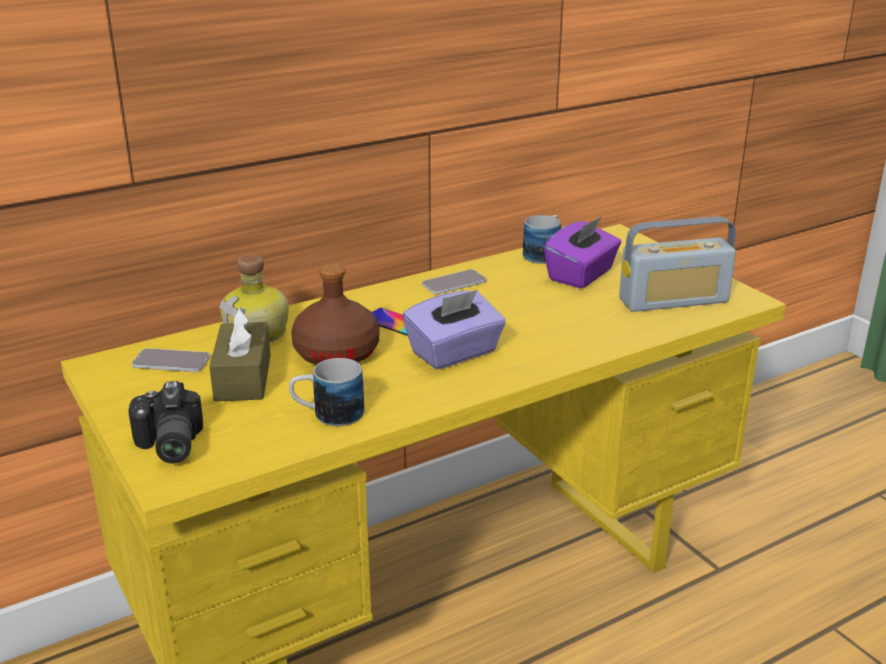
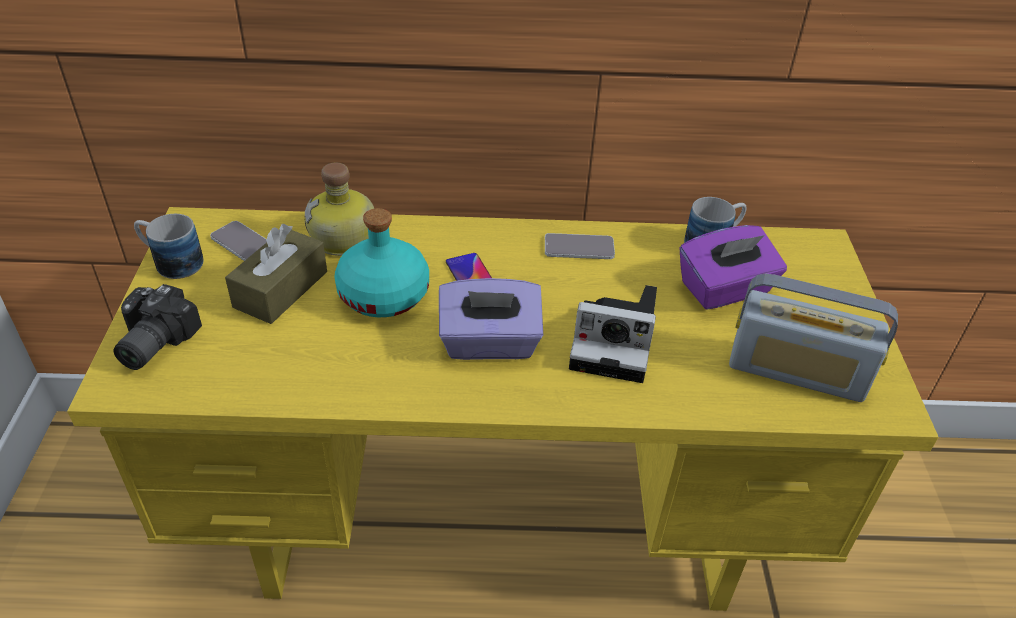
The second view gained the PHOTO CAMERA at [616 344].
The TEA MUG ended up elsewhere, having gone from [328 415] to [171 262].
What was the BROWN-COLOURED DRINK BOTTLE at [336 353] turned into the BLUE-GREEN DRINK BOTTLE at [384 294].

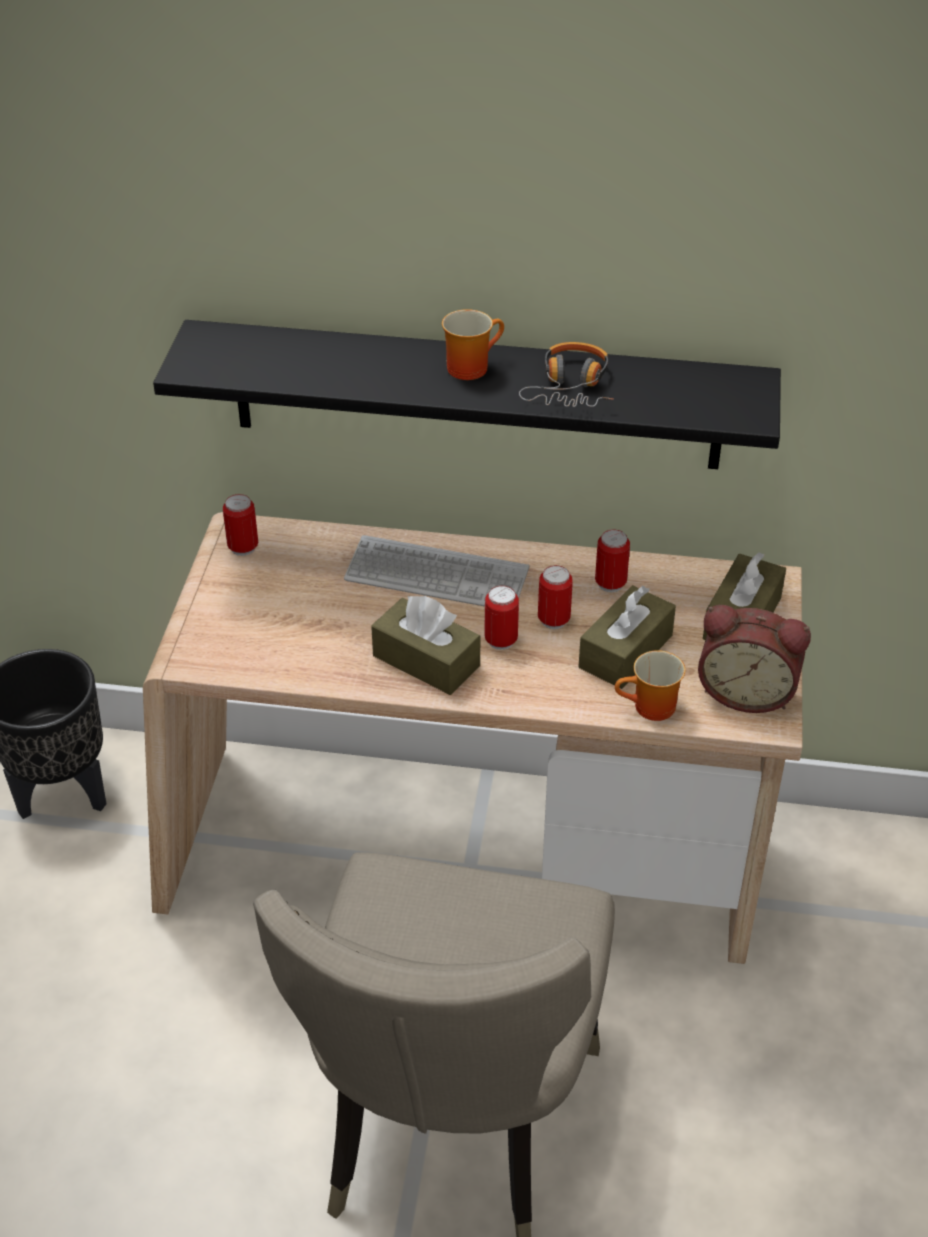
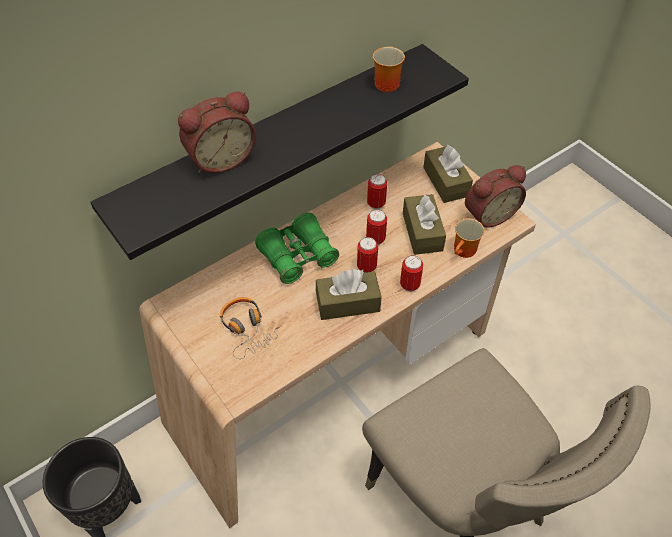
The second view gained the TABLE CLOCK at [220 158].
The METAL CAN ended up elsewhere, having gone from [243 548] to [409 285].
The TEA MUG ended up elsewhere, having gone from [469 366] to [385 82].
The HEADSET ended up elsewhere, having gone from [571 387] to [248 329].
Where the PC KEYBOARD stood at [436 576], the GREEN BINOCULARS came to stand at [298 256].

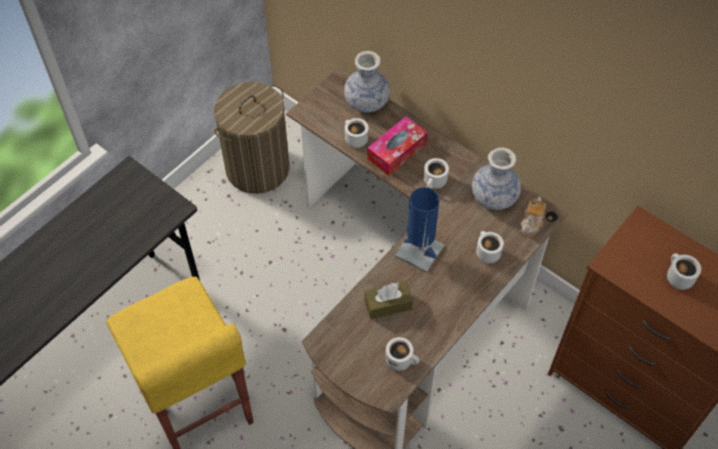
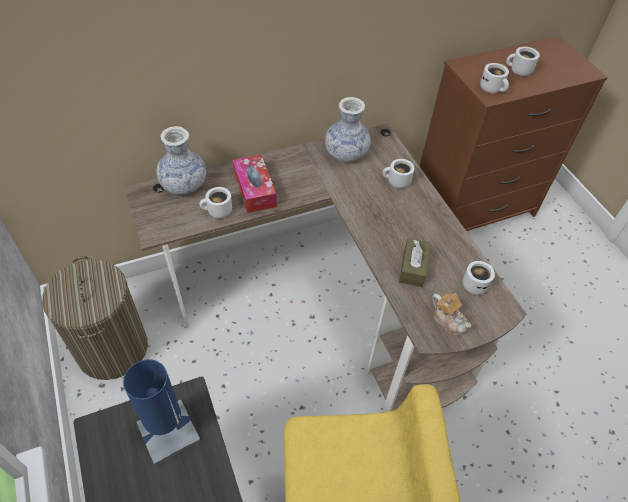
The BLUE TABLETOP LAMP ended up elsewhere, having gone from [419 251] to [168 431].
The WHITE TEA MUG ended up elsewhere, having gone from [435 183] to [493 89].
The TEAPOT ended up elsewhere, having gone from [531 223] to [448 320].

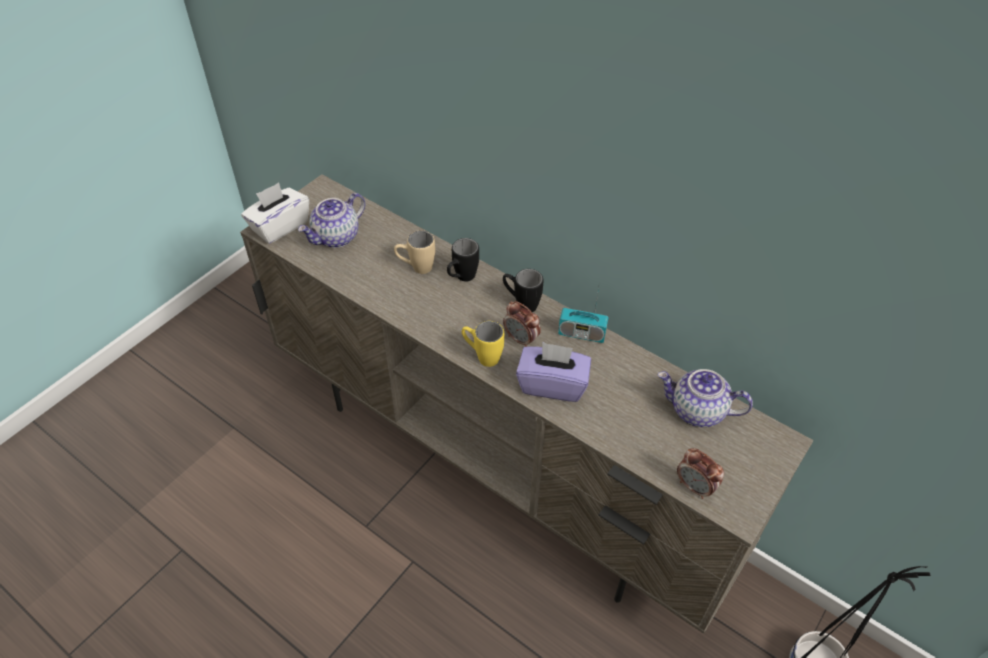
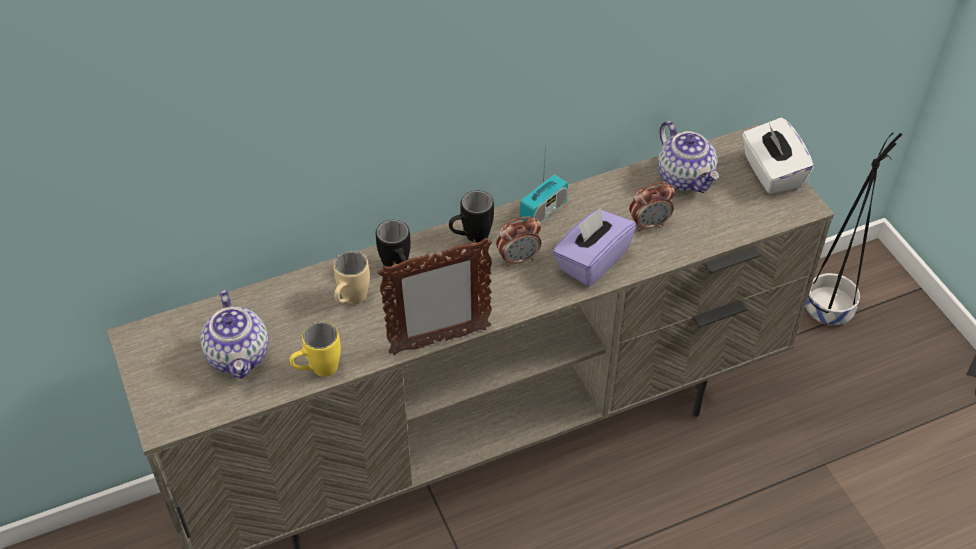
The second view gained the STANDING FRAME at [439 341].
The WHITE TISSUE BOX ended up elsewhere, having gone from [279 226] to [771 172].
The YELLOW-COLOURED TEA MUG ended up elsewhere, having gone from [482 356] to [317 371].
The TABLE CLOCK ended up elsewhere, having gone from [695 487] to [649 224].
The TEAPOT at [697 411] ended up facing another way, 75 degrees counterclockwise from before.

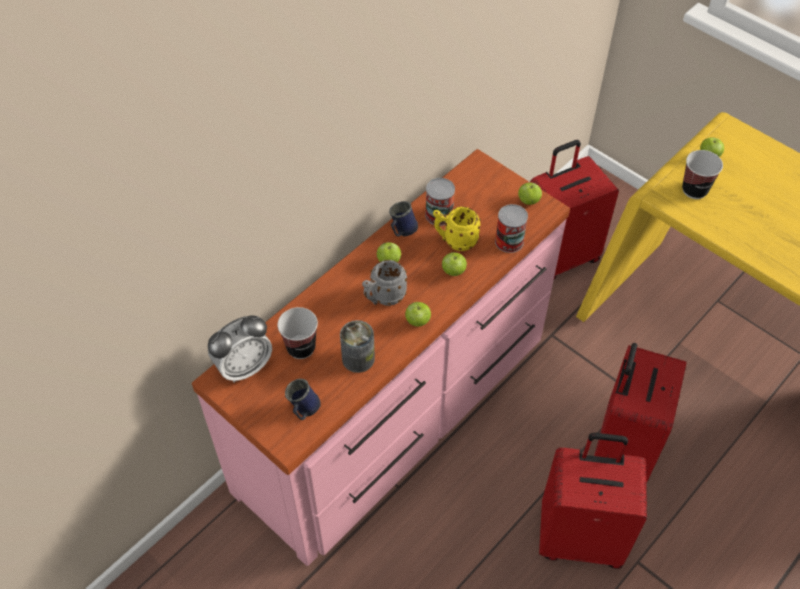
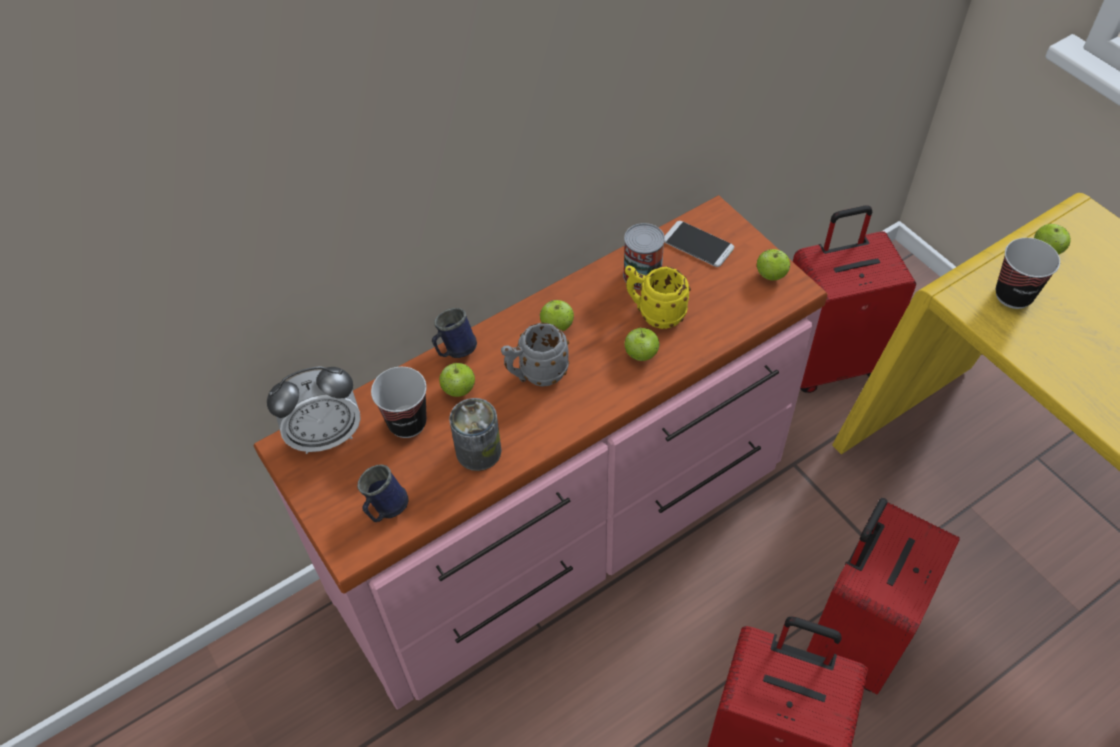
The second view lost the METAL CAN at [509 241].
The second view gained the PHONE at [698 244].
The BLUE TEA MUG ended up elsewhere, having gone from [401 232] to [454 350].
The APPLE FRUIT ended up elsewhere, having gone from [417 321] to [459 390].

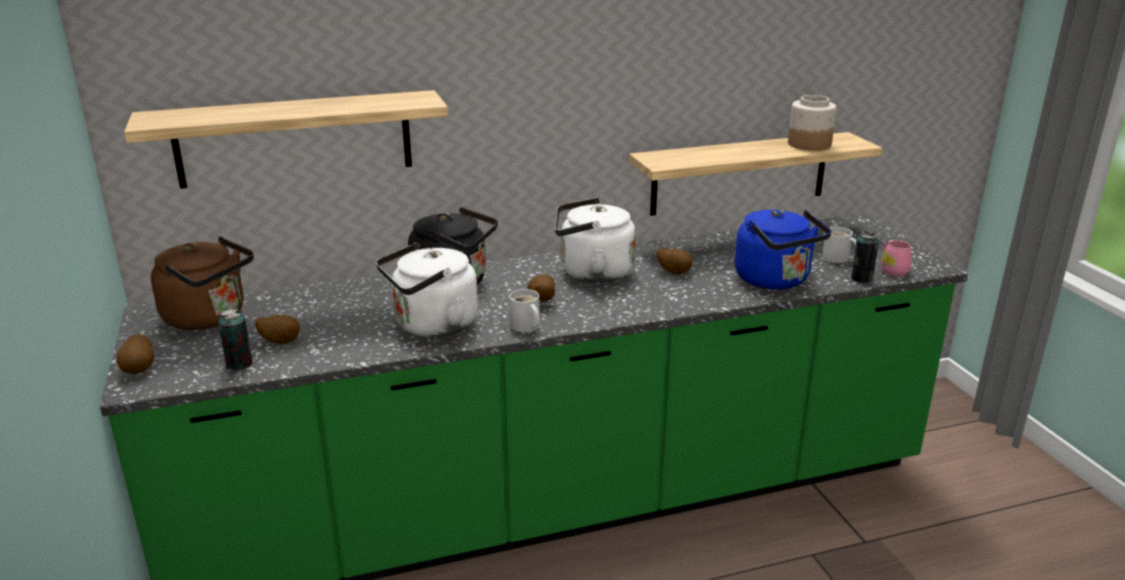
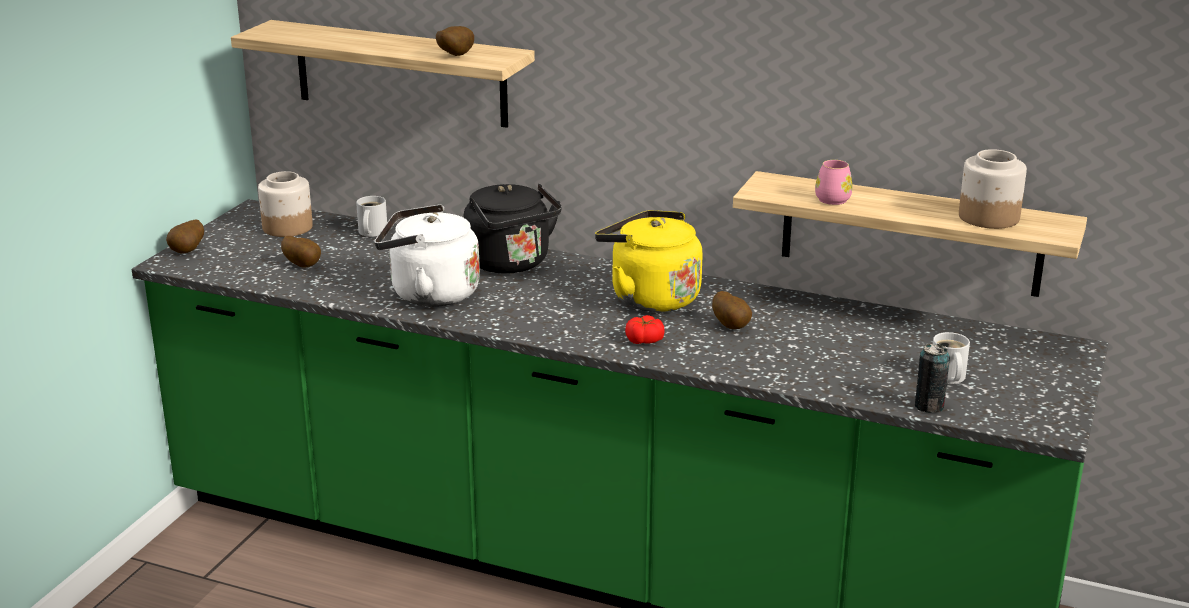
The second view lost the METAL CAN at [239 364].
The second view lost the BLUE WATER KETTLE at [775 280].
The second view gained the TOMATO at [644 340].
The WHITE TEA MUG ended up elsewhere, having gone from [525 327] to [371 232].
The WHOLE POTATO ended up elsewhere, having gone from [541 301] to [454 56].
The PINK TEA MUG ended up elsewhere, having gone from [892 270] to [834 198].
Where the BROWN-COLOURED WATER KETTLE stood at [209 318], the JAR came to stand at [287 228].
What was the WHITE WATER KETTLE at [591 272] turned into the YELLOW-COLOURED WATER KETTLE at [650 297].

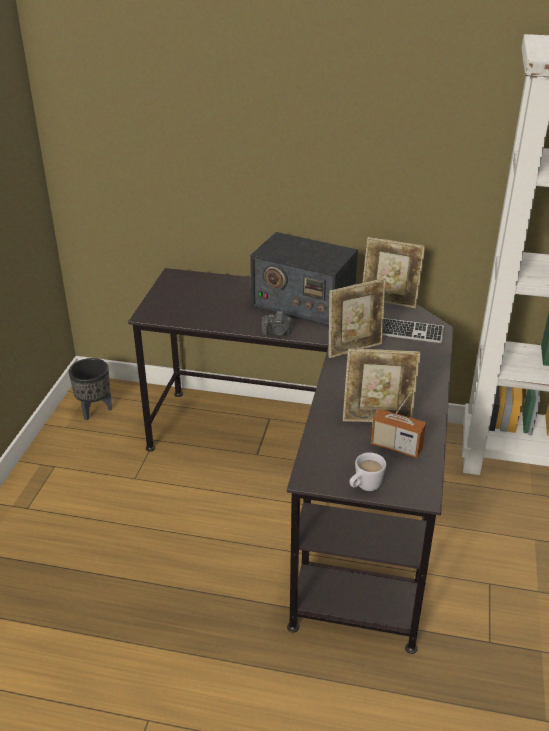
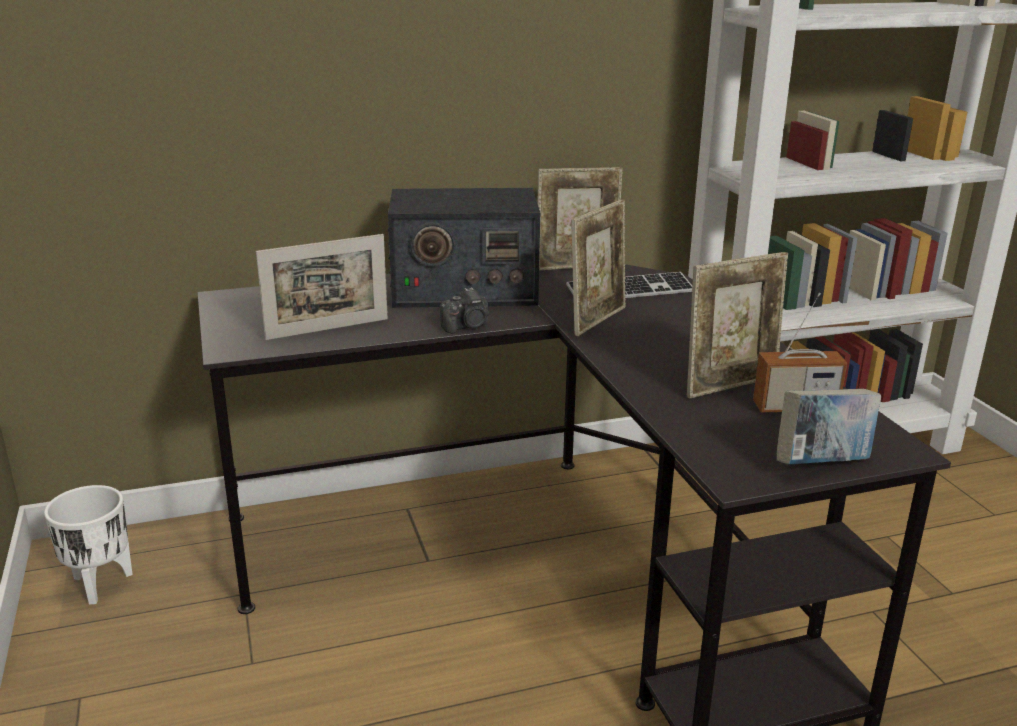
The second view gained the STANDING FRAME at [327 329].
Where the WHITE TEA MUG stood at [364 487], the BOOK came to stand at [822 464].
What was the BLACKISH PLANTER at [94 410] turned into the WHITE PLANTER at [99 584].

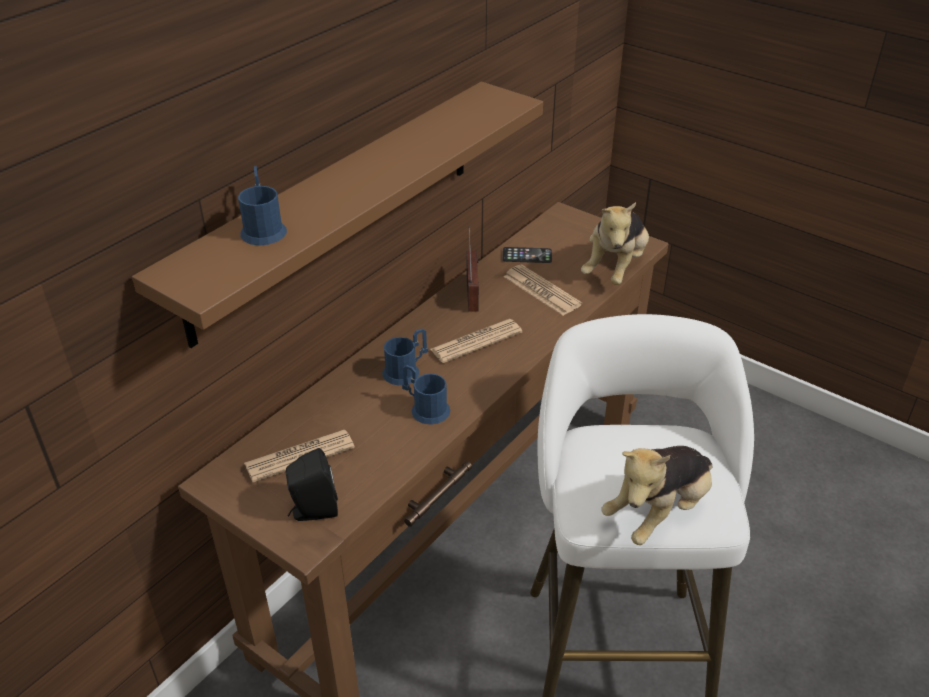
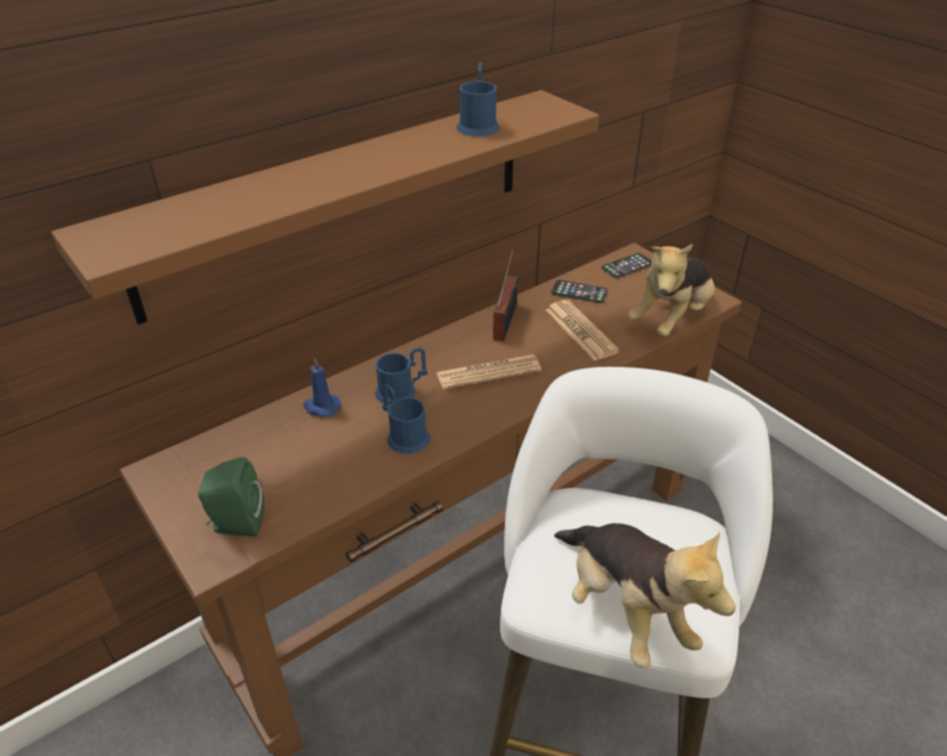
The second view lost the PRINTED PAPER at [299 456].
The second view gained the BLUE WAX CANDLE at [321 407].
The second view gained the PHONE at [627 266].
The BLUE TEA MUG ended up elsewhere, having gone from [263 228] to [478 125].
What was the BLACKISH LOUDSPEAKER at [312 511] turned into the GREEN LOUDSPEAKER at [236 524].
The CUDDLY TOY at [658 511] ended up facing another way, 90 degrees counterclockwise from before.

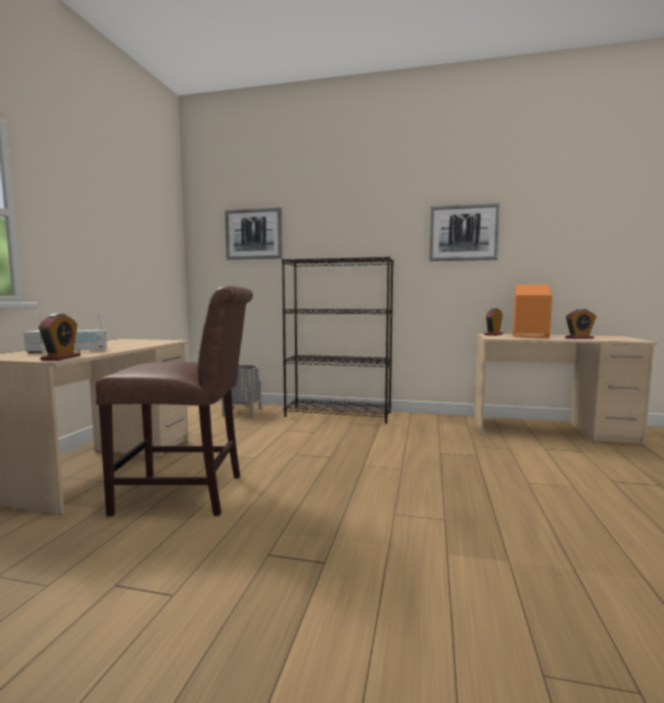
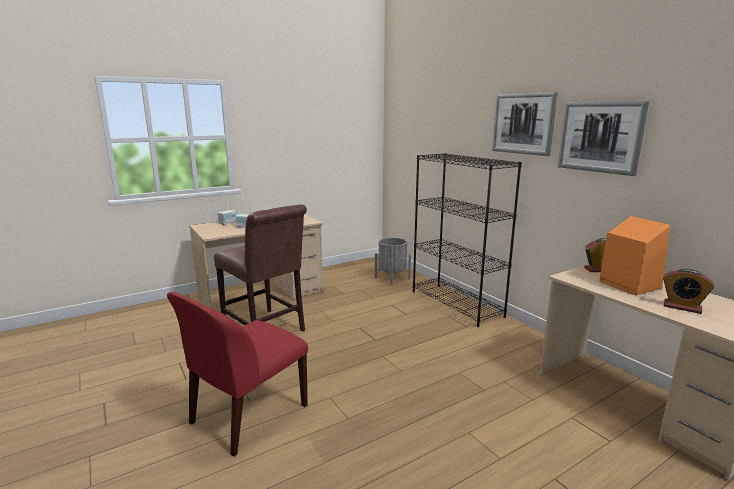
The second view lost the TABLE CLOCK at [61 358].
The second view gained the REDDISH PLAIN CHAIR at [247 415].
The PICTURE ended up elsewhere, having gone from [254 234] to [523 123].

